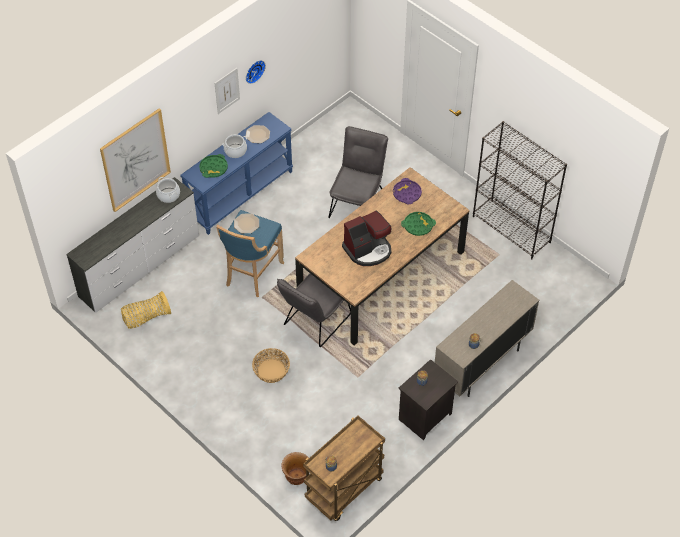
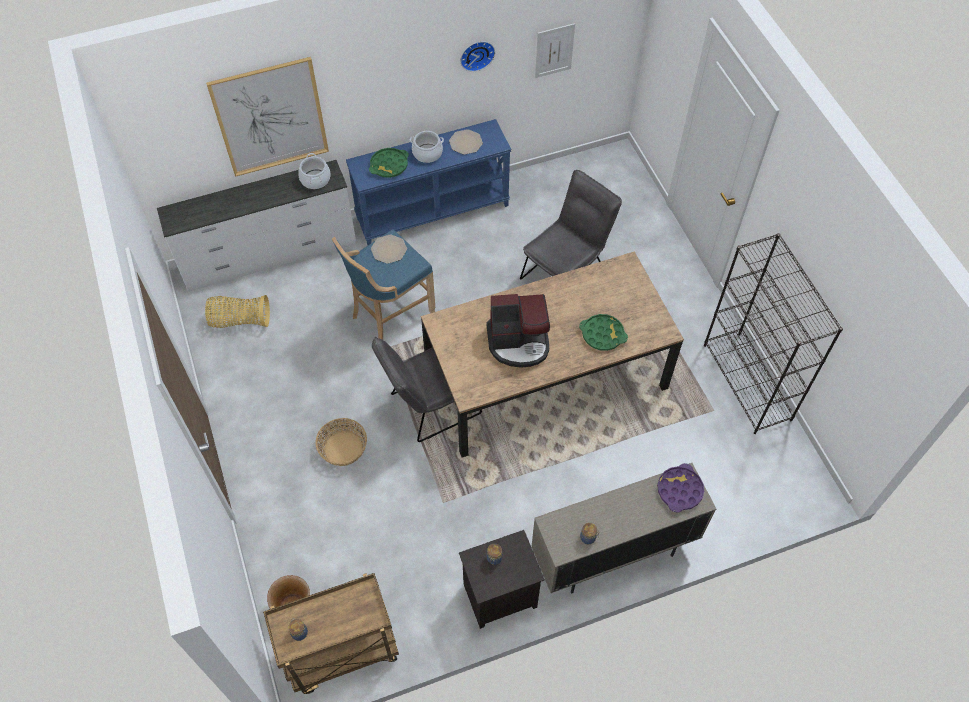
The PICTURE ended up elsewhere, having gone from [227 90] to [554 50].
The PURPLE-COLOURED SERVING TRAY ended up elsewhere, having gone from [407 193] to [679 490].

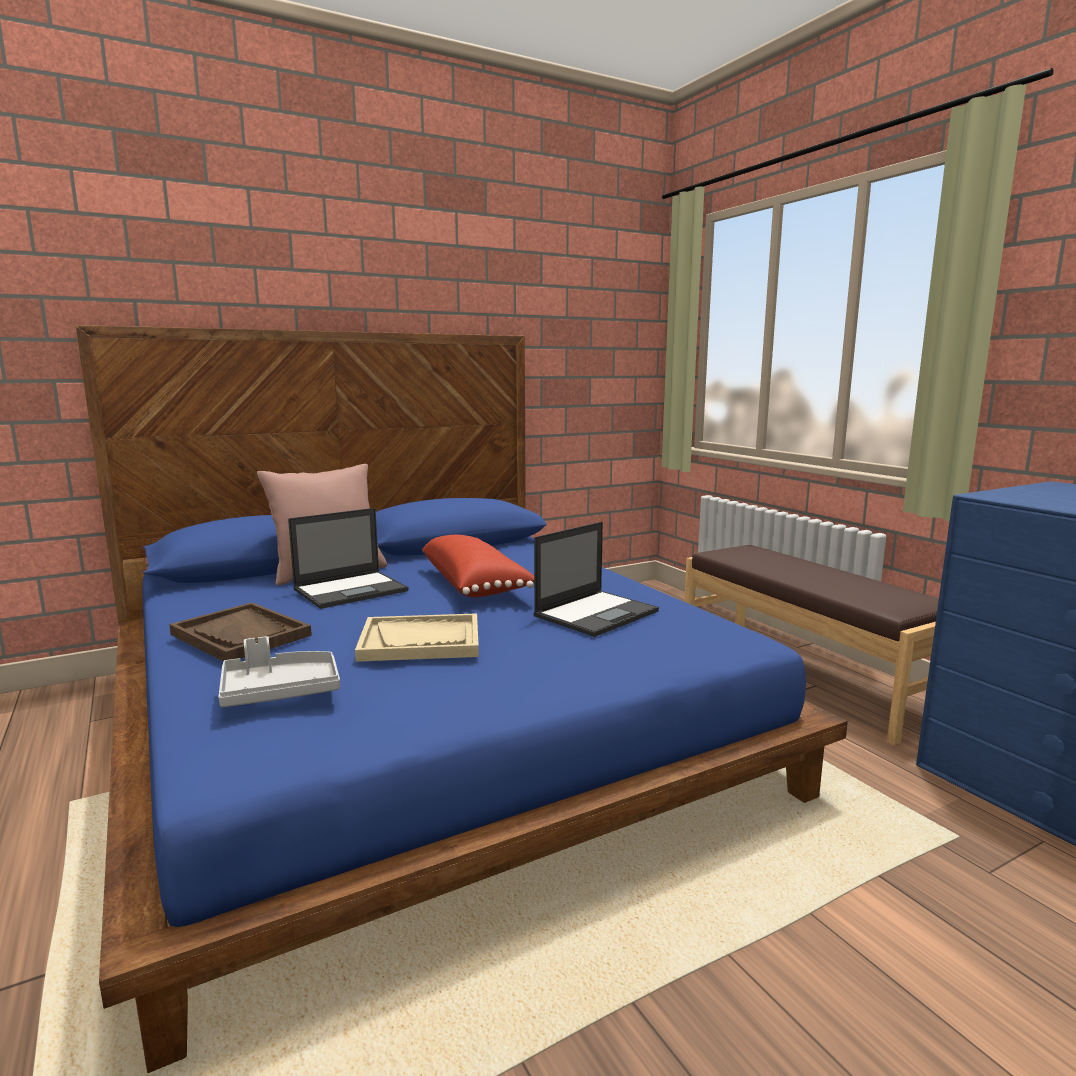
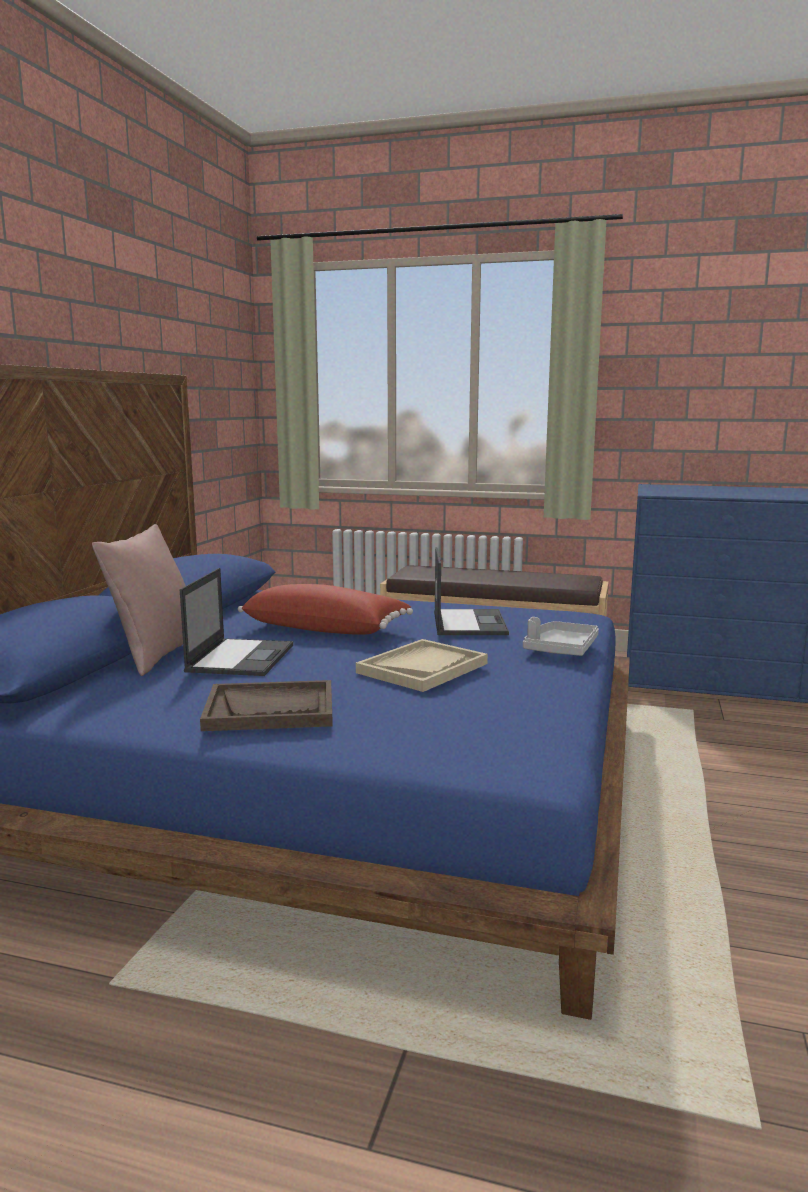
The GREY SERVING TRAY ended up elsewhere, having gone from [280 691] to [560 649].

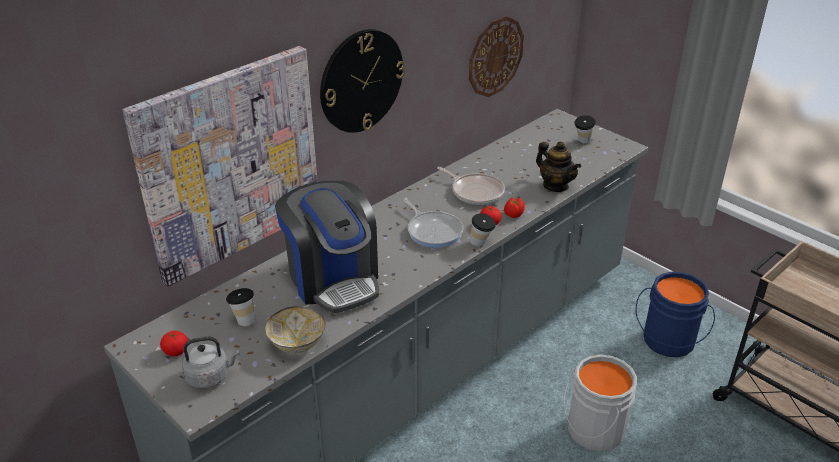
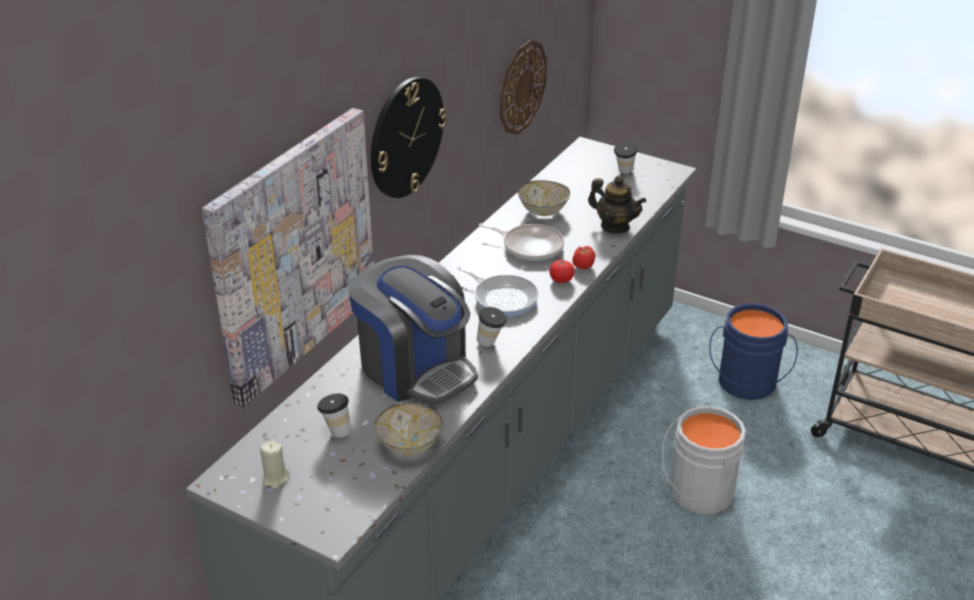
The second view lost the GREY WATER KETTLE at [210 376].
The second view gained the BOWL at [544 211].
The CUP ended up elsewhere, having gone from [481 244] to [491 343].
Where the TOMATO stood at [176 351], the BEIGE WAX CANDLE came to stand at [275 478].

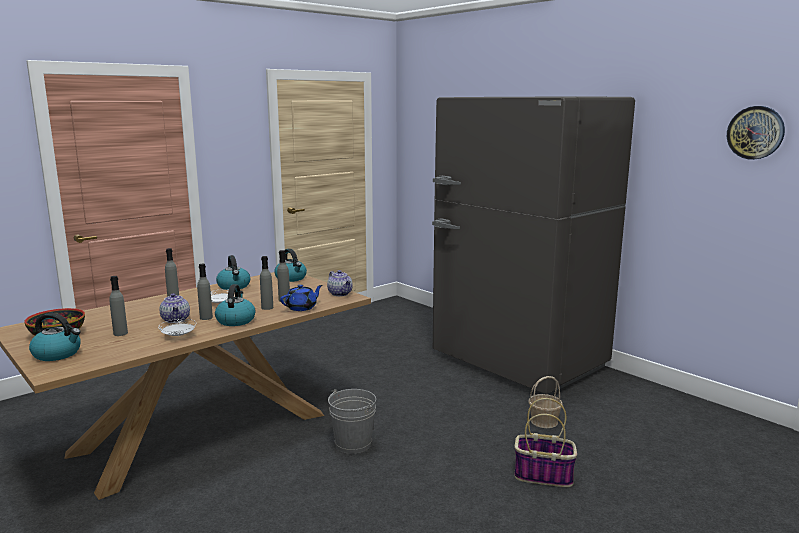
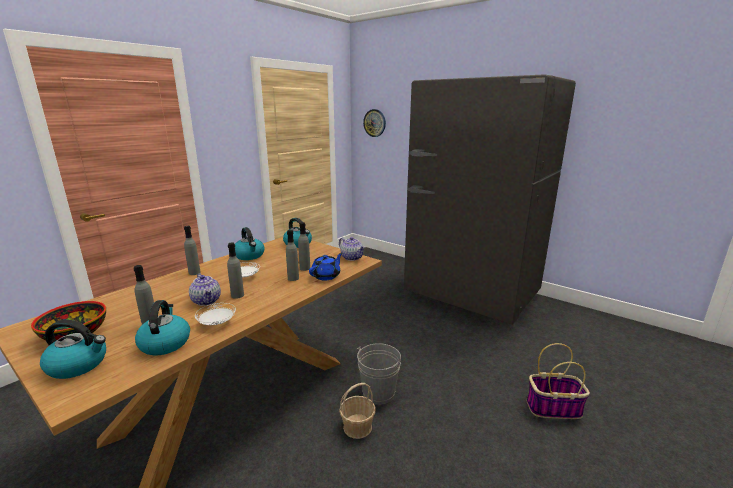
The WATER KETTLE ended up elsewhere, having gone from [235 320] to [165 343].
The BASKET ended up elsewhere, having gone from [544 421] to [358 427].
The CLOCK ON THE WALL ended up elsewhere, having gone from [755 132] to [374 123].

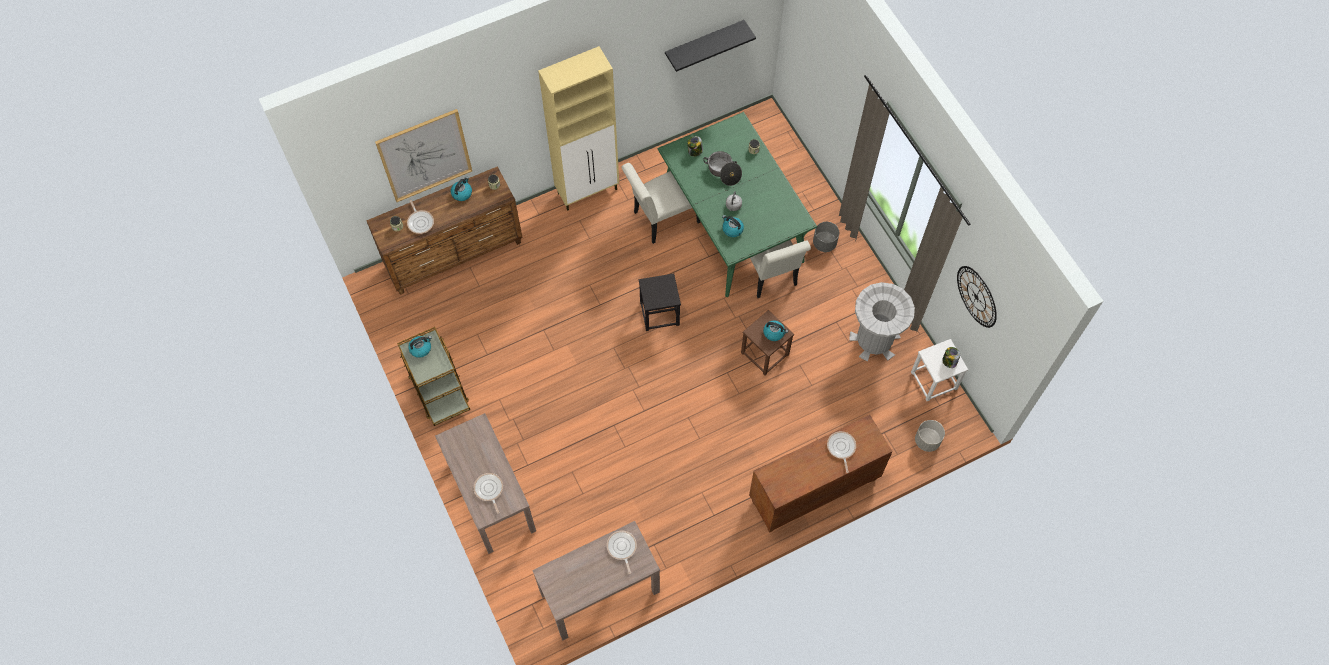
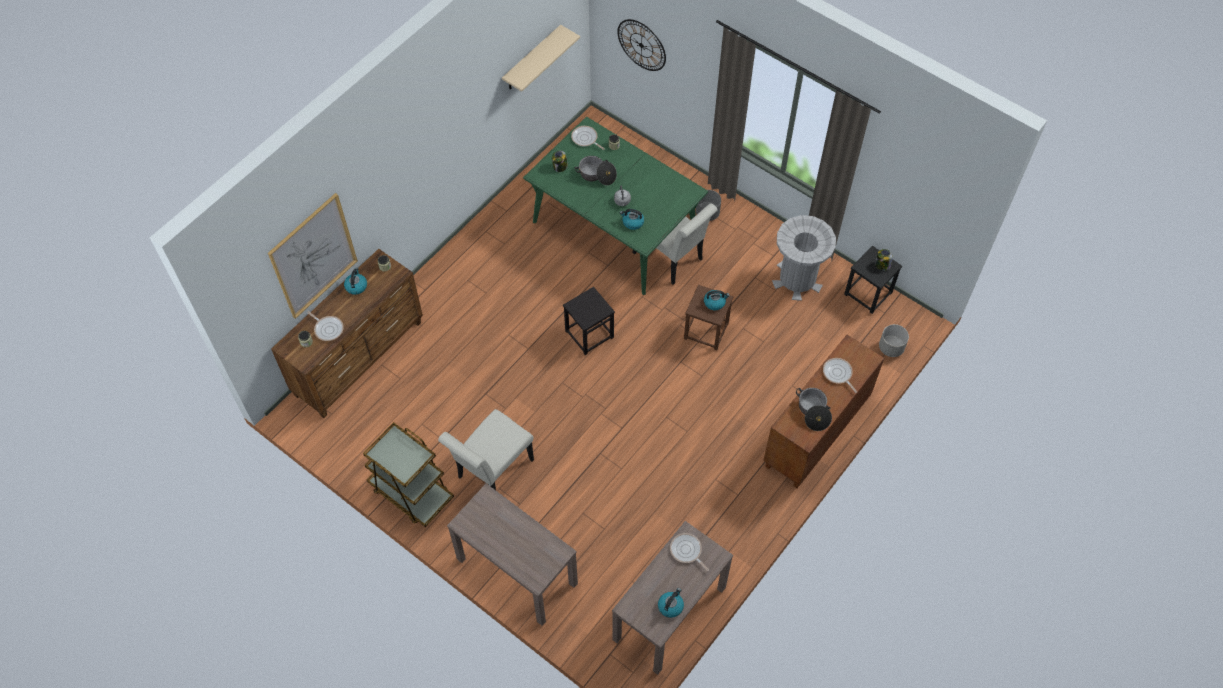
The second view lost the BEIGE CABINET at [588 191].
The second view gained the SAUCEPOT at [813 412].
The WATER KETTLE ended up elsewhere, having gone from [421 348] to [670 606].
The FRYING PAN ended up elsewhere, having gone from [489 490] to [585 139].
The WHITE PLAIN CHAIR ended up elsewhere, having gone from [662 219] to [492 472].
The CLOCK ON THE WALL ended up elsewhere, having gone from [976 296] to [641 45].
What was the BLACKISH BRACKET SHELF at [704 43] turned into the BEIGE BRACKET SHELF at [532 59].
What was the WHITE STOOL SEAT at [933 380] turned into the BLACKISH STOOL SEAT at [867 293].

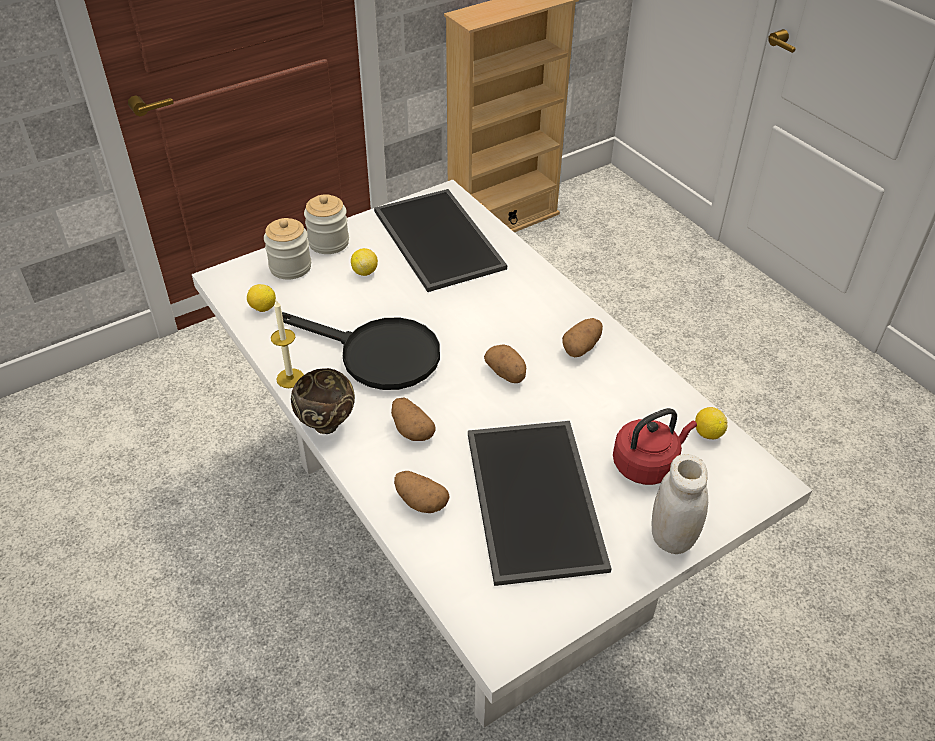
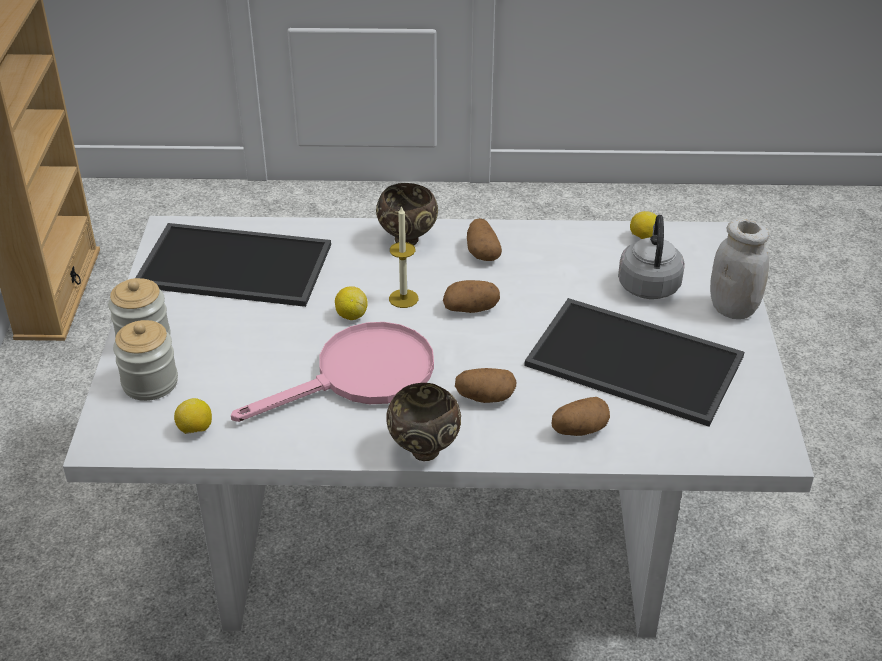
The second view gained the BROWN-COLOURED BOWL at [408 240].
The WAX CANDLE ended up elsewhere, having gone from [290 378] to [403 298].
The WHOLE LEMON ended up elsewhere, having gone from [365 272] to [351 315].
What was the BLACKISH FRYING PAN at [377 355] turned into the PINK FRYING PAN at [361 377].
What was the REDDISH WATER KETTLE at [647 464] turned into the GREY WATER KETTLE at [649 284].

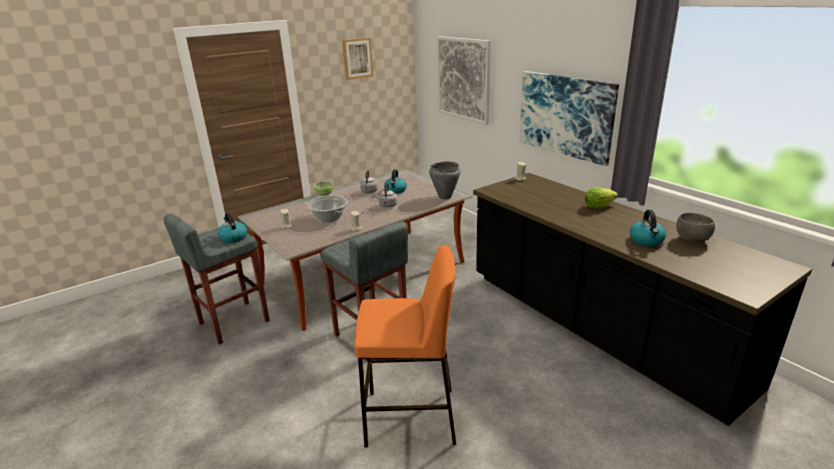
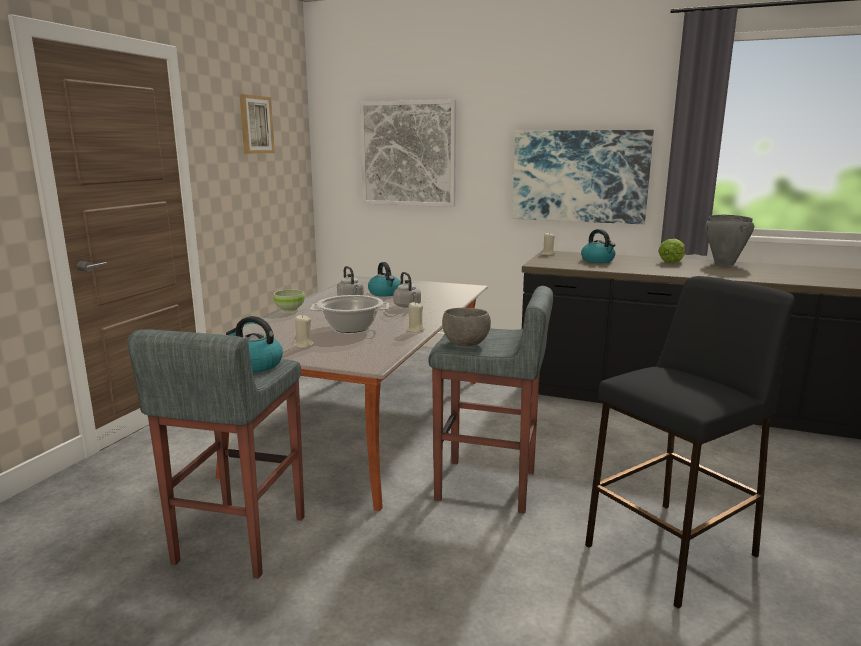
The GREY SAUCEPOT ended up elsewhere, having gone from [444 197] to [724 264].
The WATER KETTLE ended up elsewhere, having gone from [646 240] to [598 261].
The GREY BOWL ended up elsewhere, having gone from [692 240] to [466 344].
What was the ORANGE-COLOURED STOOL SEAT at [411 417] turned into the BLACKISH STOOL SEAT at [671 550].

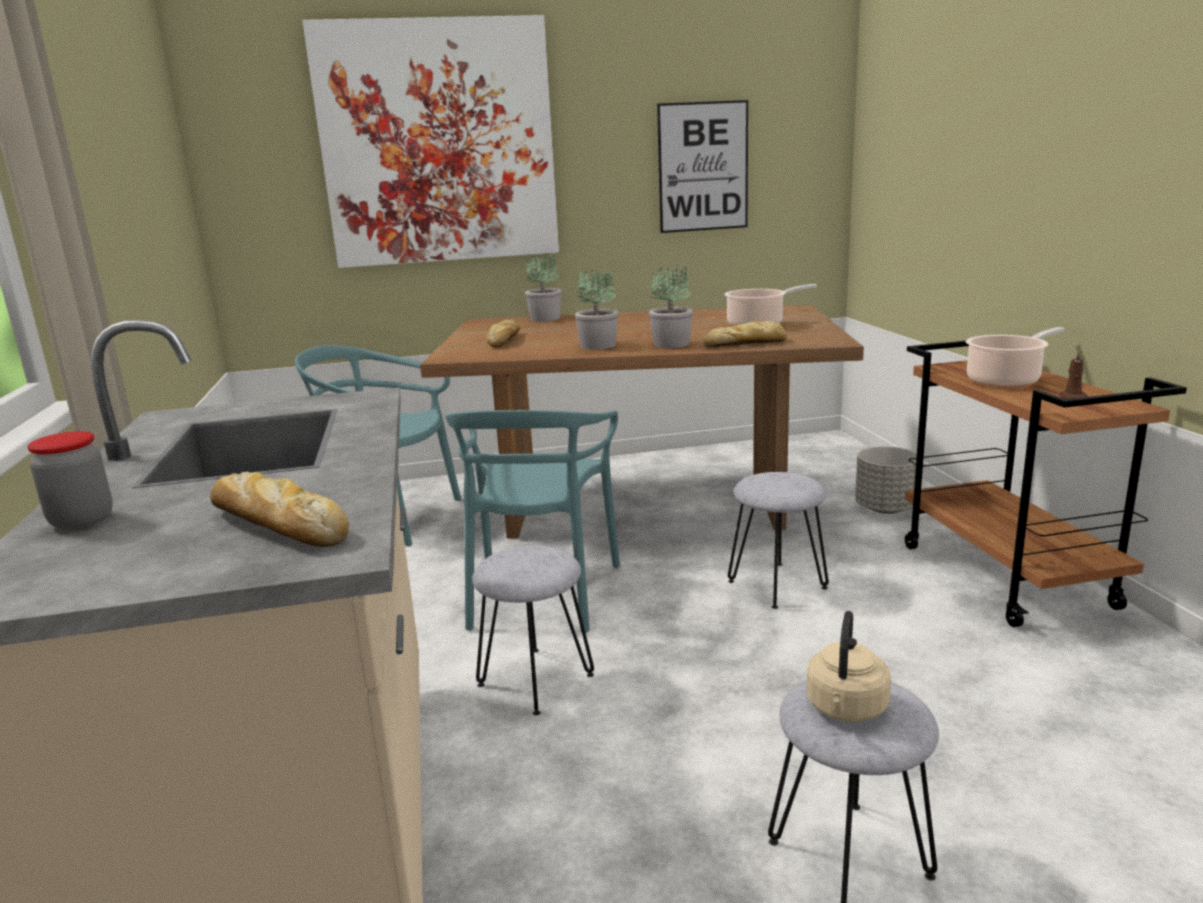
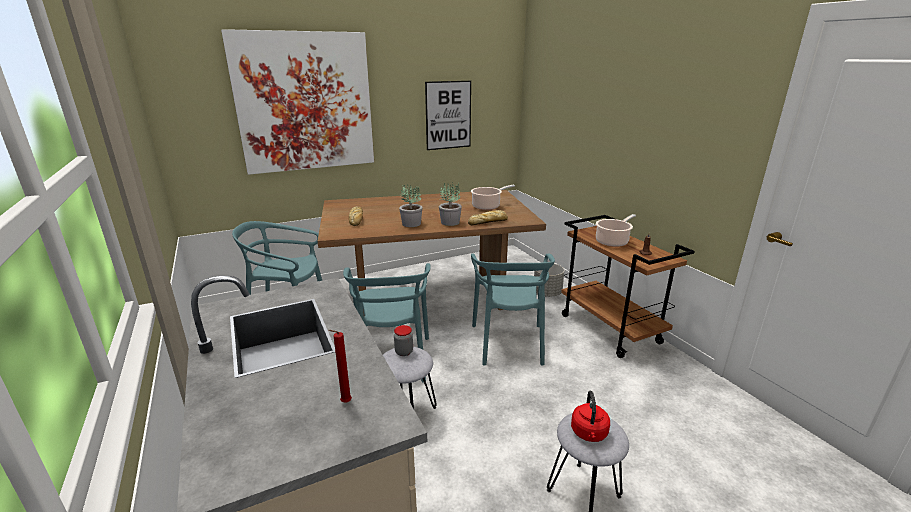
The second view lost the PLANT IN A POT at [545 318].
The JAR ended up elsewhere, having gone from [82 521] to [404 352].
Where the BAKED BREAD stood at [276 525], the REDDISH WAX CANDLE came to stand at [344 403].
Where the GREY STOOL SEAT stood at [776 584], the BLUE-GREEN PLAIN CHAIR came to stand at [509 343].
What was the BEIGE WATER KETTLE at [846 709] turned into the REDDISH WATER KETTLE at [589 434].

